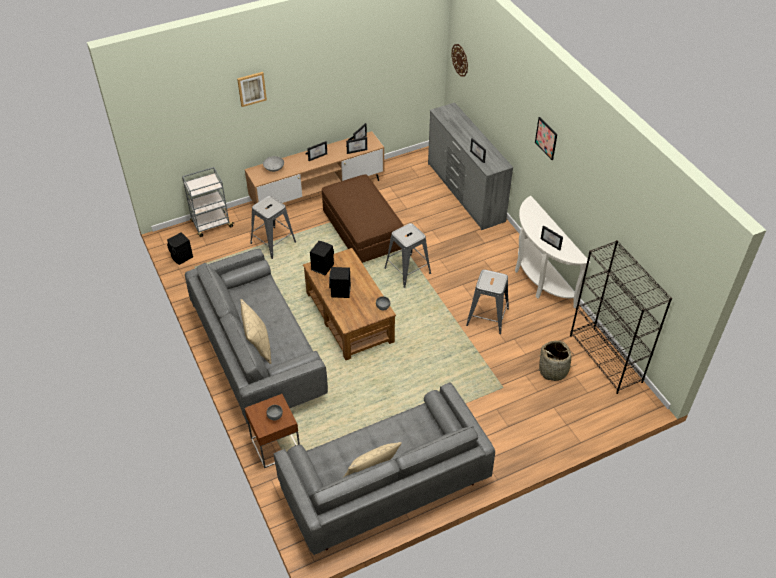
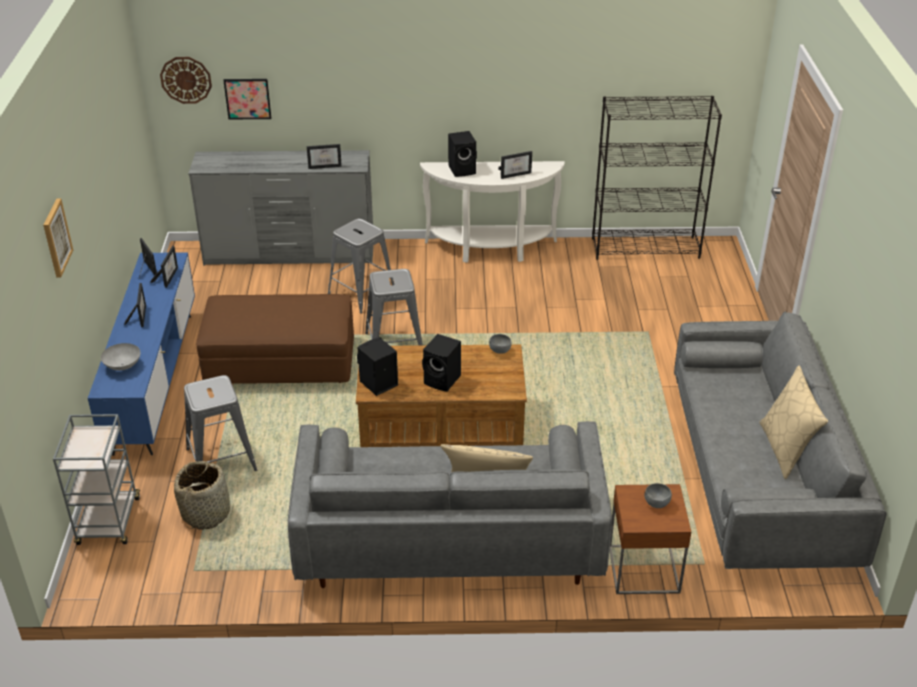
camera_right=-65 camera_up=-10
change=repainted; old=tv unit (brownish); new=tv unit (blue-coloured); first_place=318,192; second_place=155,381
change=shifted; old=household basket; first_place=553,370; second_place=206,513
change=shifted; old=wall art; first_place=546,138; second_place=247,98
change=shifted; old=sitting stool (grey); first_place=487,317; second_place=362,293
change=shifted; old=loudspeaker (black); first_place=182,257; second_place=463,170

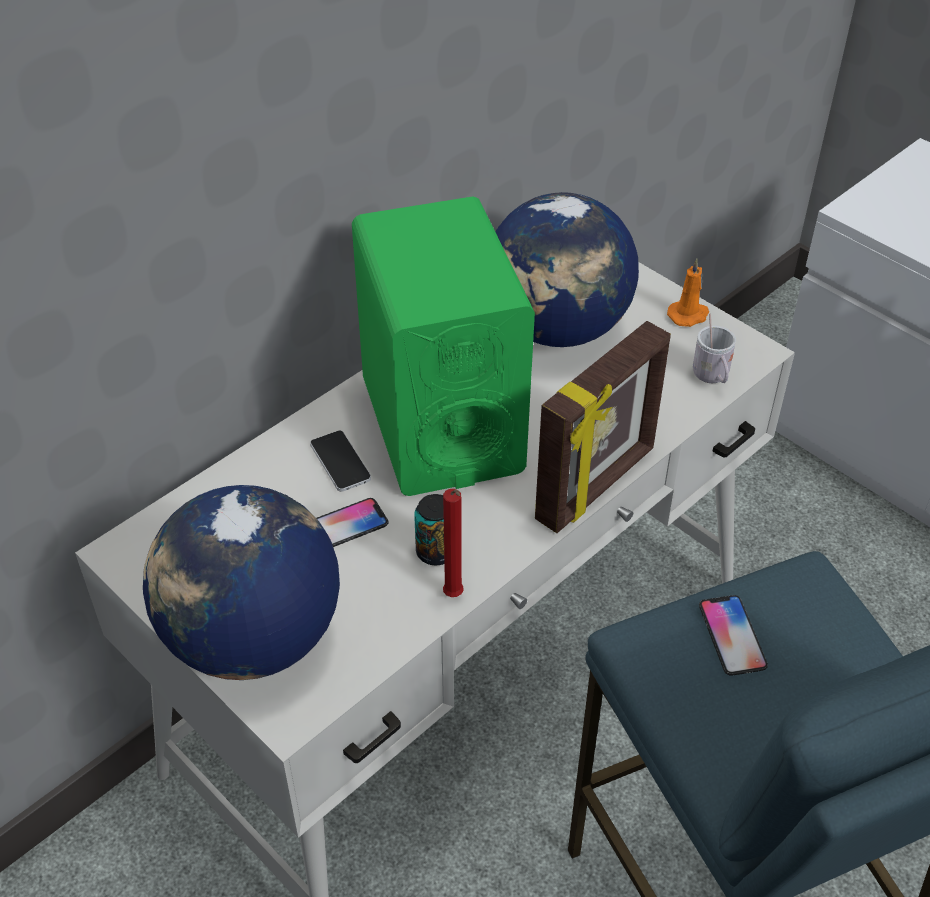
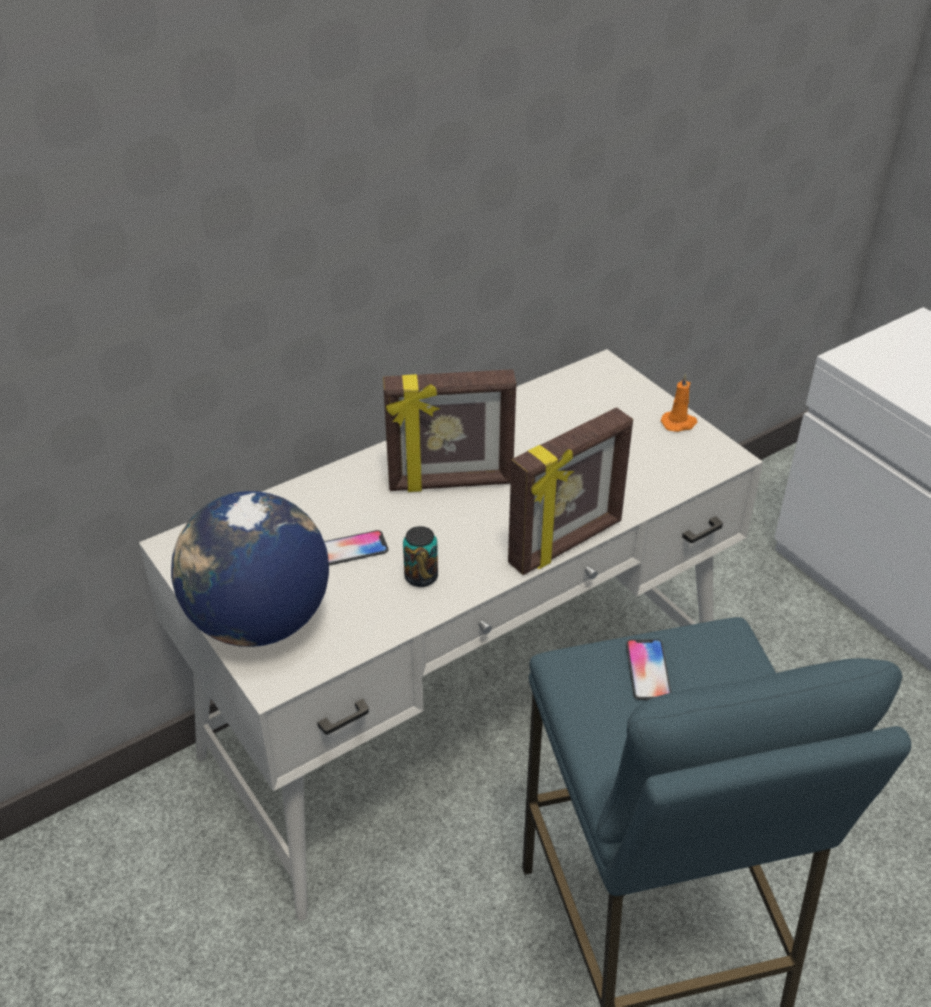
camera_right=10 camera_up=-5
change=swapped; old=loudspeaker (green); new=photo frame; first_place=441,425; second_place=450,483
change=gone; old=handset; first_place=340,462
change=gone; old=candle (red); first_place=454,597
change=gone; old=world globe; first_place=557,329
change=gone; old=mug (whitish); first_place=712,378

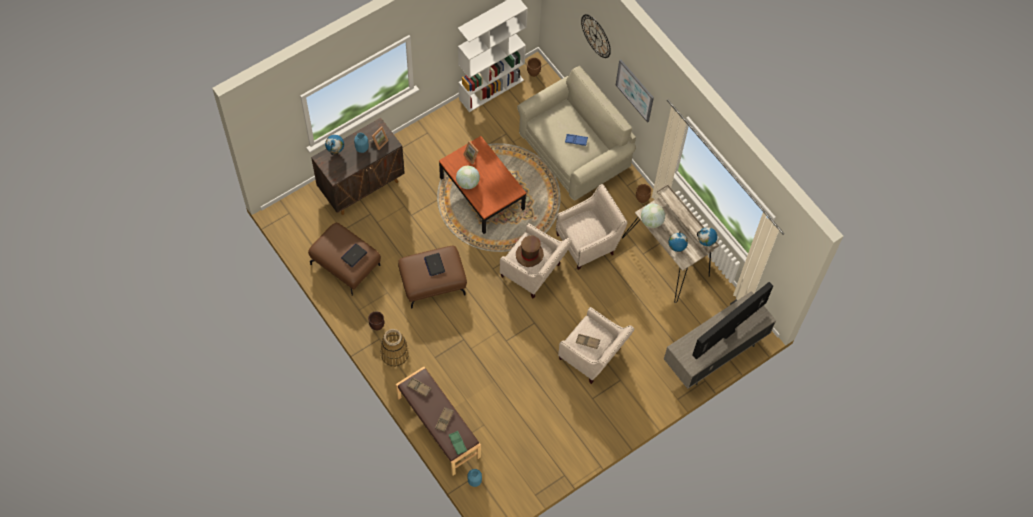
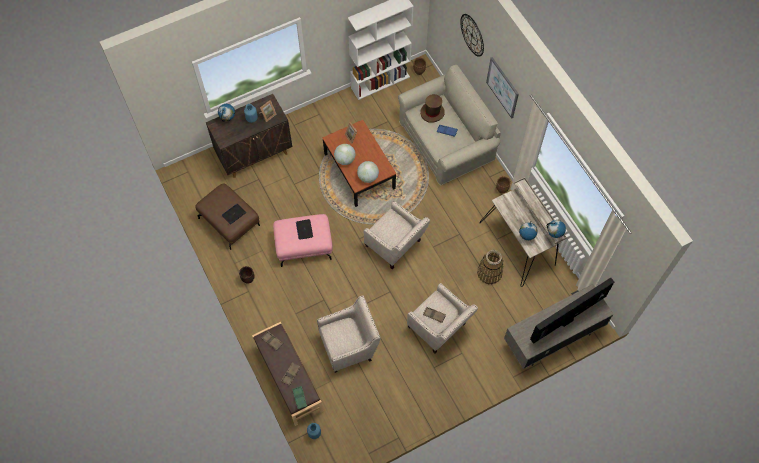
camera_right=10 camera_up=0
change=repainted; old=footrest (brownish); new=footrest (pinkish); first_place=433,282; second_place=304,245
change=shifted; old=lounge chair (beige); first_place=588,242; second_place=350,346
change=shifted; old=world globe; first_place=651,221; second_place=368,177
change=shifted; old=clothing hat (brownish); first_place=529,254; second_place=432,112
change=shifted; old=household basket; first_place=394,354; second_place=489,273

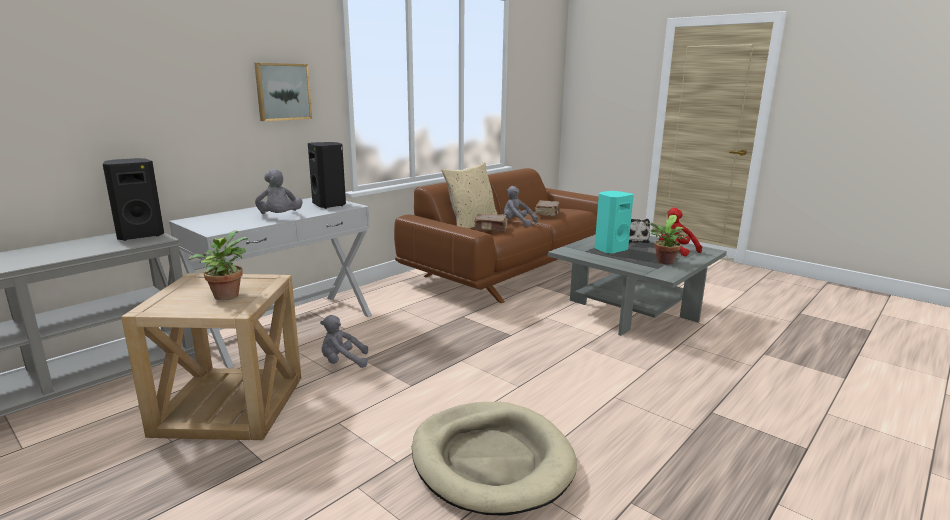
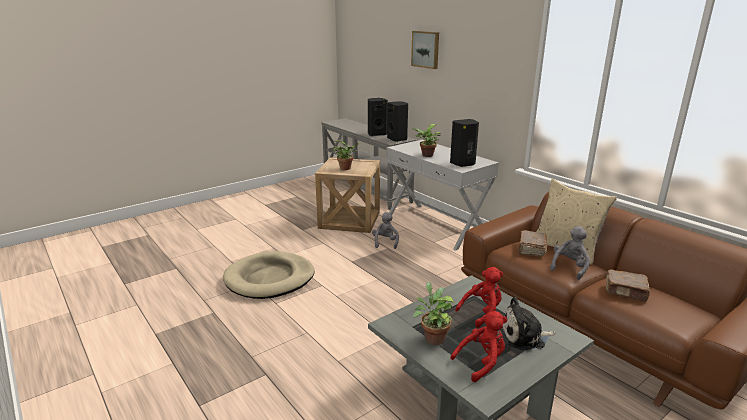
camera_right=100 camera_up=5
change=new; new=loudspeaker (black); second_place=376,134
change=shifted; old=wall art; first_place=282,92; second_place=426,49
change=swapped; old=plush toy (grey); new=plant in a pot; first_place=280,217; second_place=426,155
change=swapped; old=loudspeaker (turquoise-coloured); new=plush toy (red); first_place=609,249; second_place=482,312

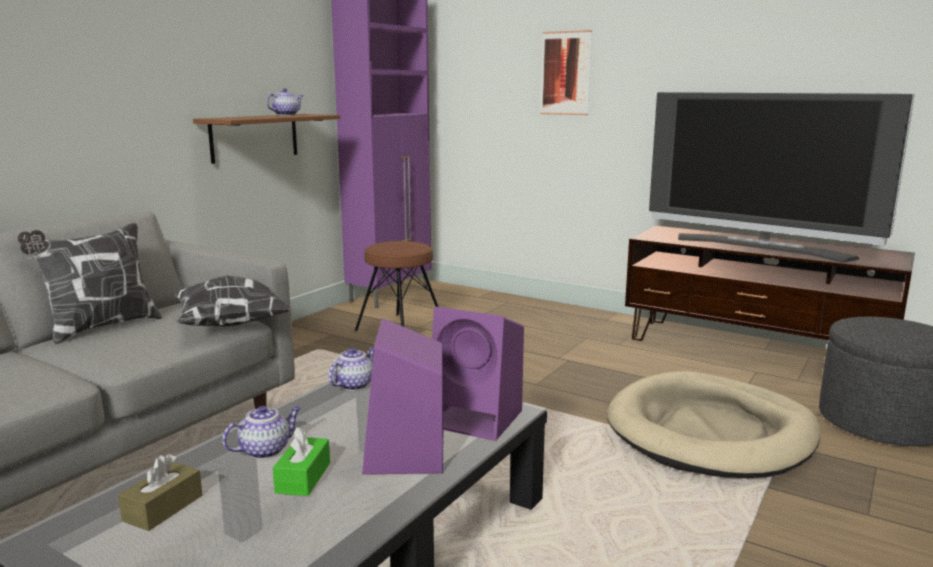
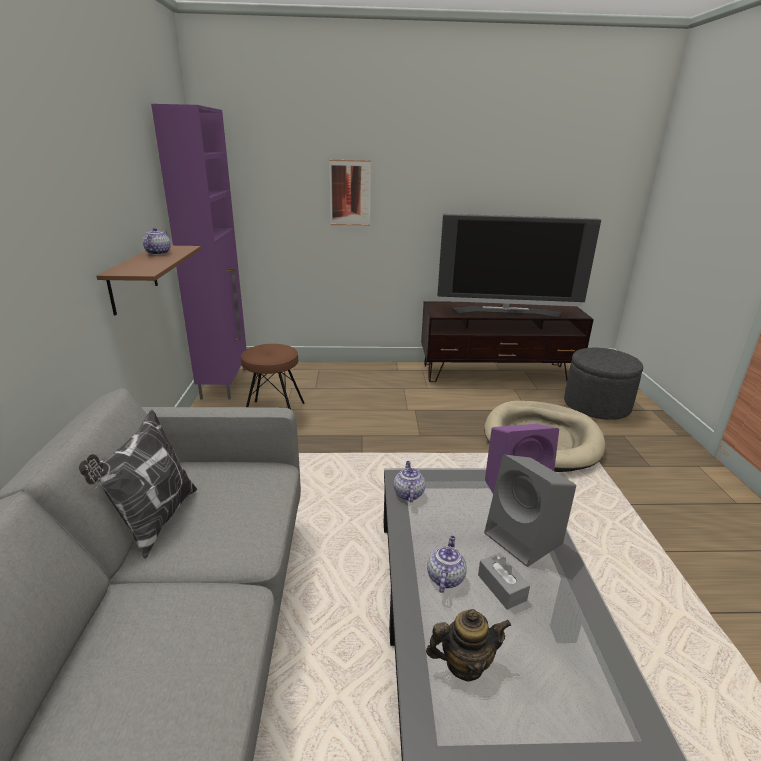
camera_right=-35 camera_up=10
change=swapped; old=tissue box (brownish); new=pot for tea; first_place=163,508; second_place=464,664
change=repainted; old=tissue box (green); new=tissue box (grey); first_place=303,477; second_place=501,587
change=repainted; old=loudspeaker (purple); new=loudspeaker (grey); first_place=405,455; second_place=525,539
change=gone; old=throw pillow; first_place=234,324

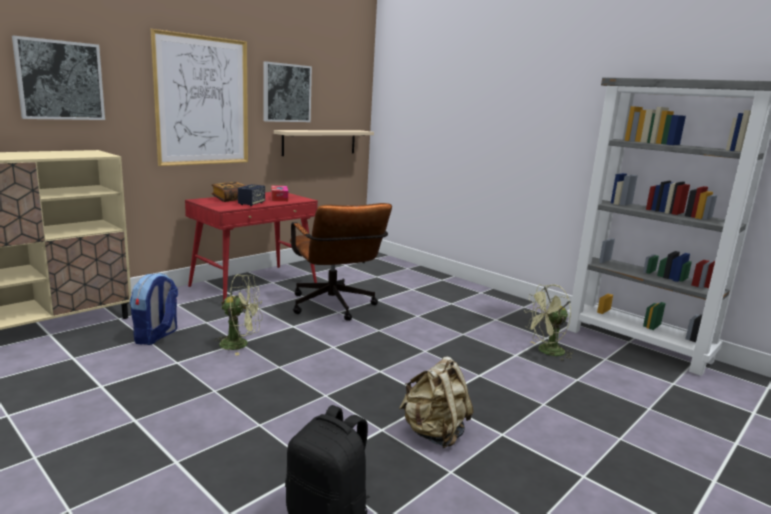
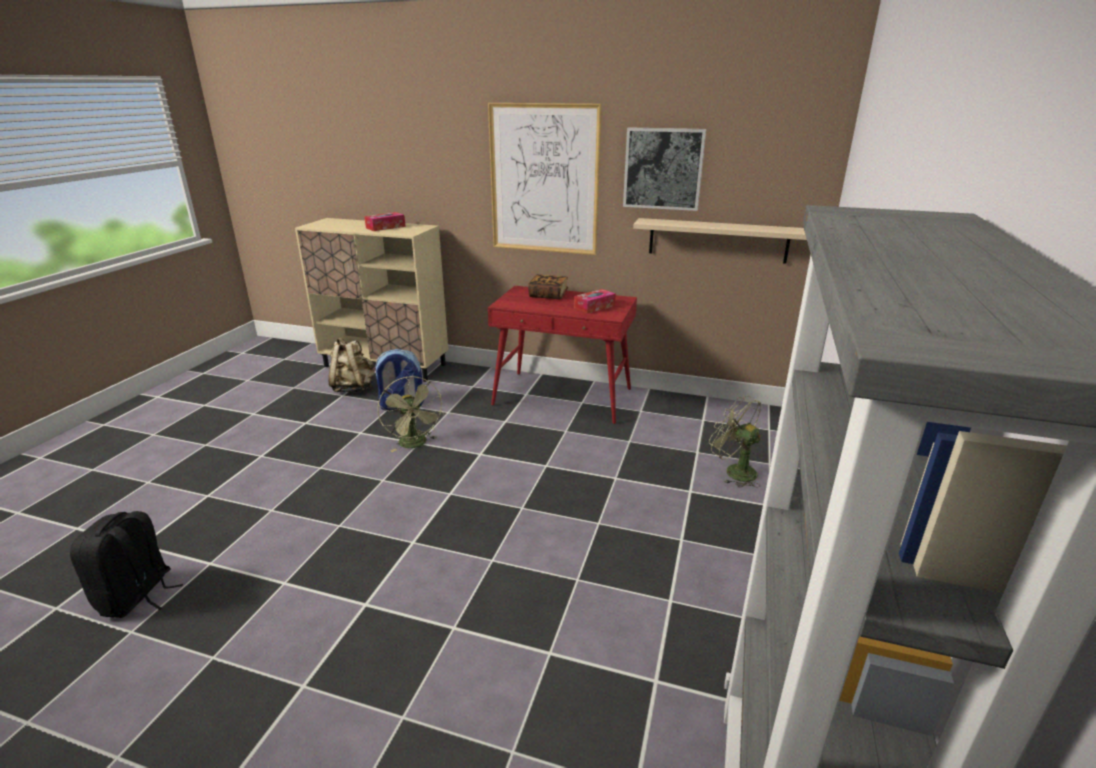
camera_right=65 camera_up=10
change=shifted; old=rucksack (beige); first_place=434,433; second_place=353,388
change=new; new=tissue box; second_place=385,227
change=shifted; old=electric fan (green); first_place=546,352; second_place=734,471
change=gone; old=wall art; first_place=60,80
change=gone; old=loudspeaker; first_place=251,204
change=gone; old=office chair (brownish); first_place=334,308

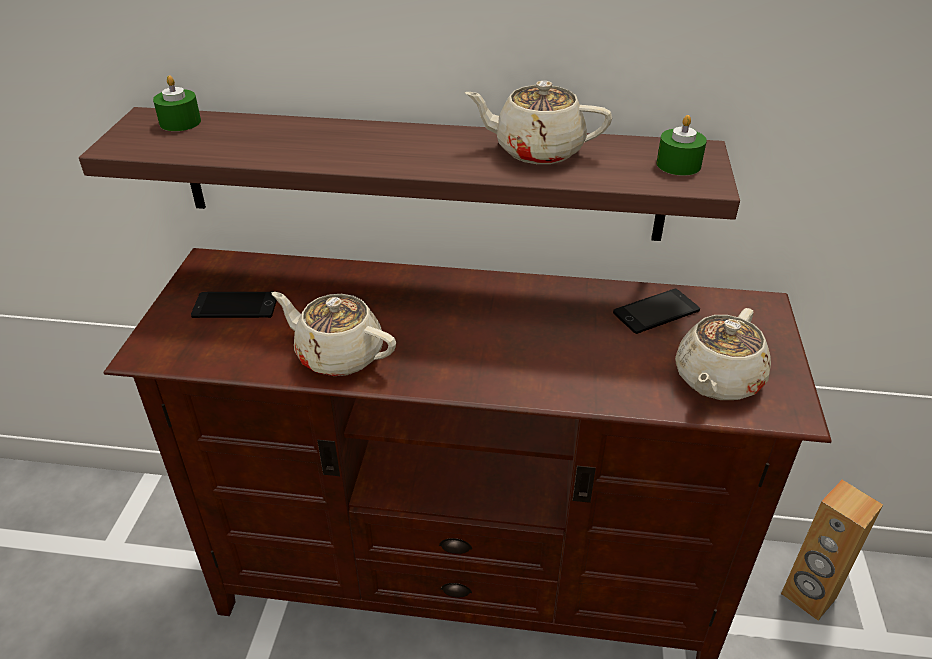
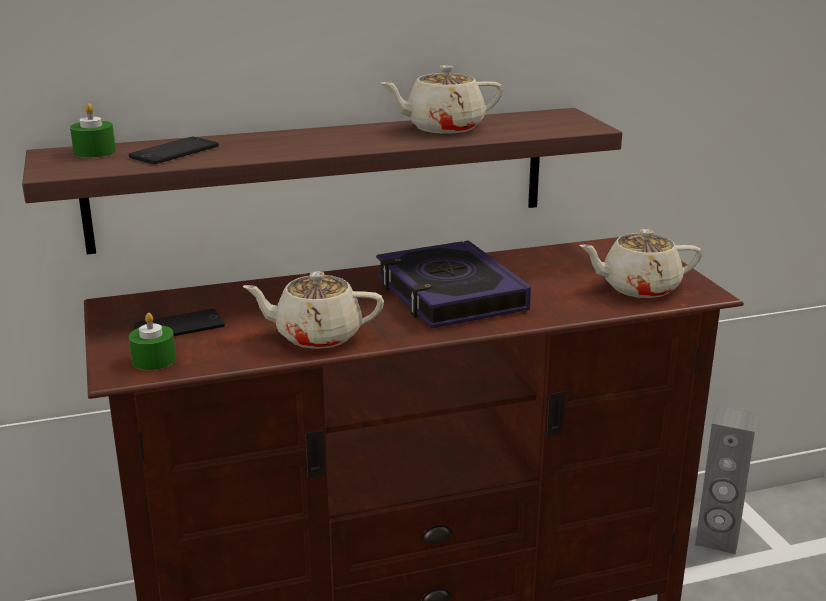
camera_right=-25 camera_up=-15
change=shifted; old=handset; first_place=656,312; second_place=174,152
change=shifted; old=candle (green); first_place=678,165; second_place=154,360
change=new; new=bound book; second_place=449,294
change=rotated; old=pot for tea (beige); first_place=716,380; second_place=638,288; degrees=75
change=repainted; old=loudspeaker (brownish); new=loudspeaker (grey); first_place=808,596; second_place=717,539

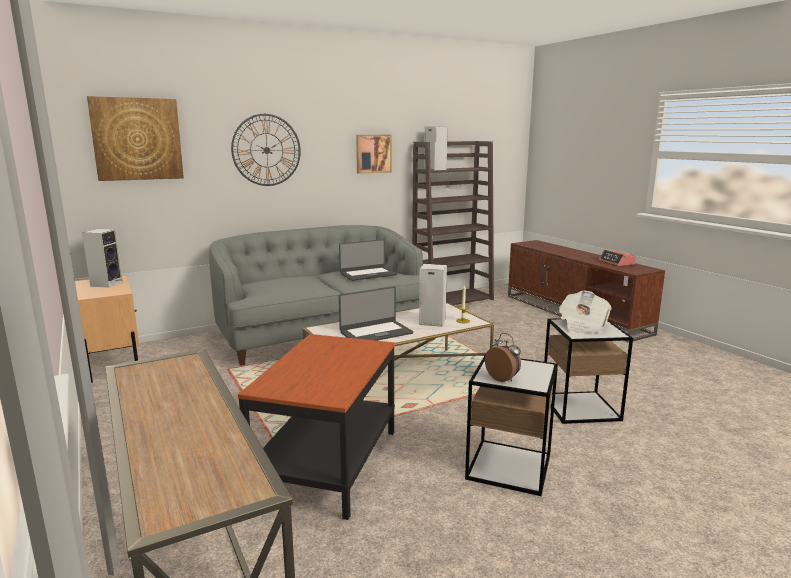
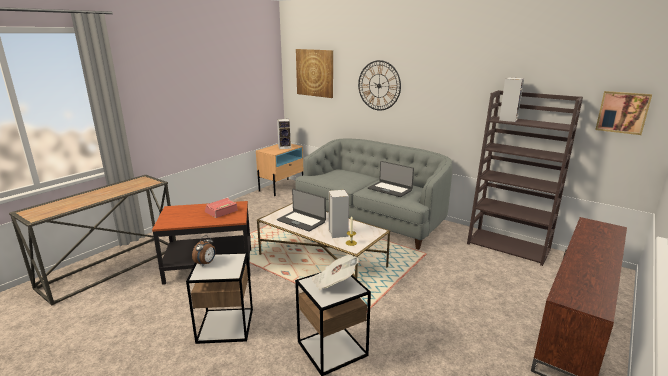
camera_right=65 camera_up=5
change=shifted; old=bedside clock; first_place=617,262; second_place=221,211
change=shifted; old=wall art; first_place=373,153; second_place=622,112

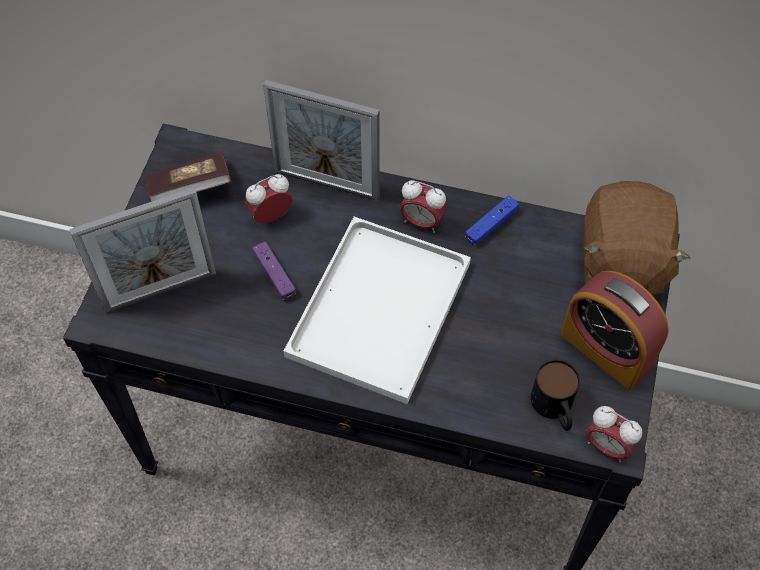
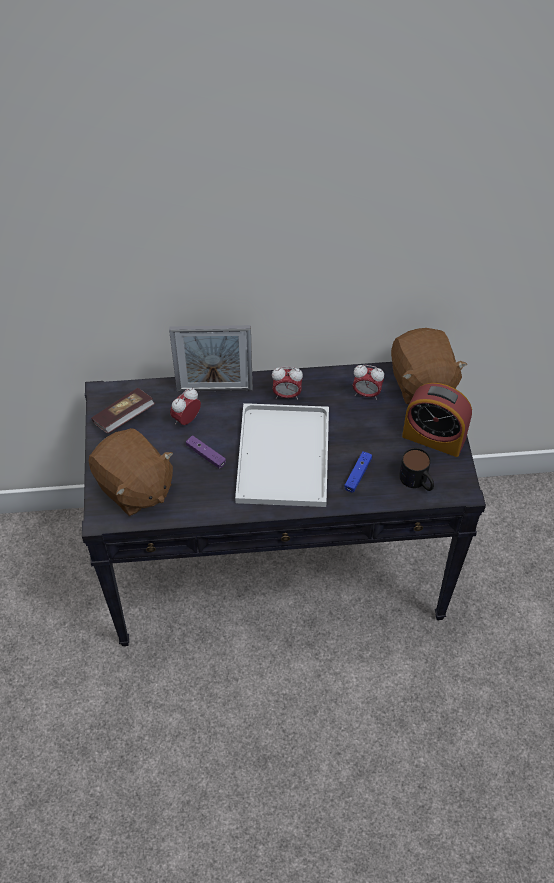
camera_right=-20 camera_up=-5
change=swapped; old=photo frame; new=plush toy (brownish); first_place=160,290; second_place=134,487
change=shifted; old=game controller (blue-coloured); first_place=491,225; second_place=358,474
change=shifted; old=bedside clock; first_place=607,446; second_place=366,393

